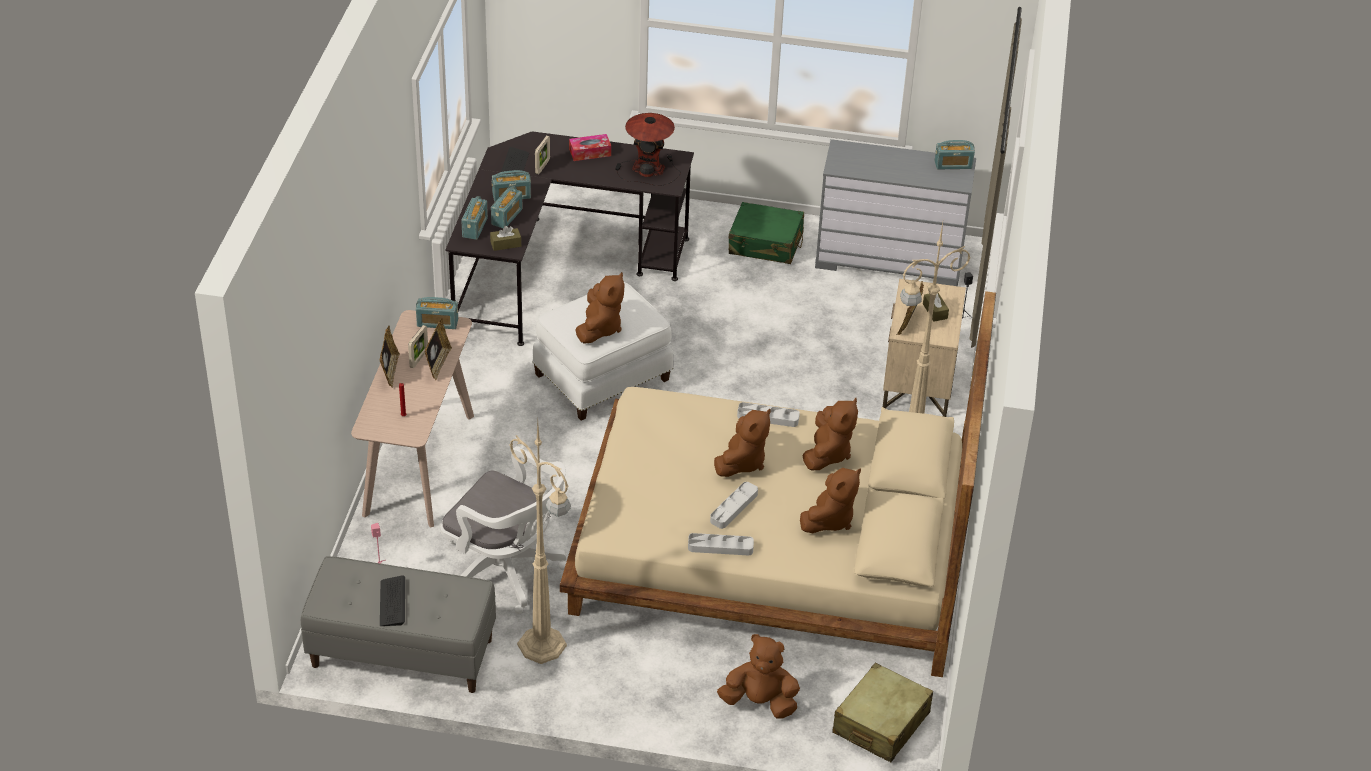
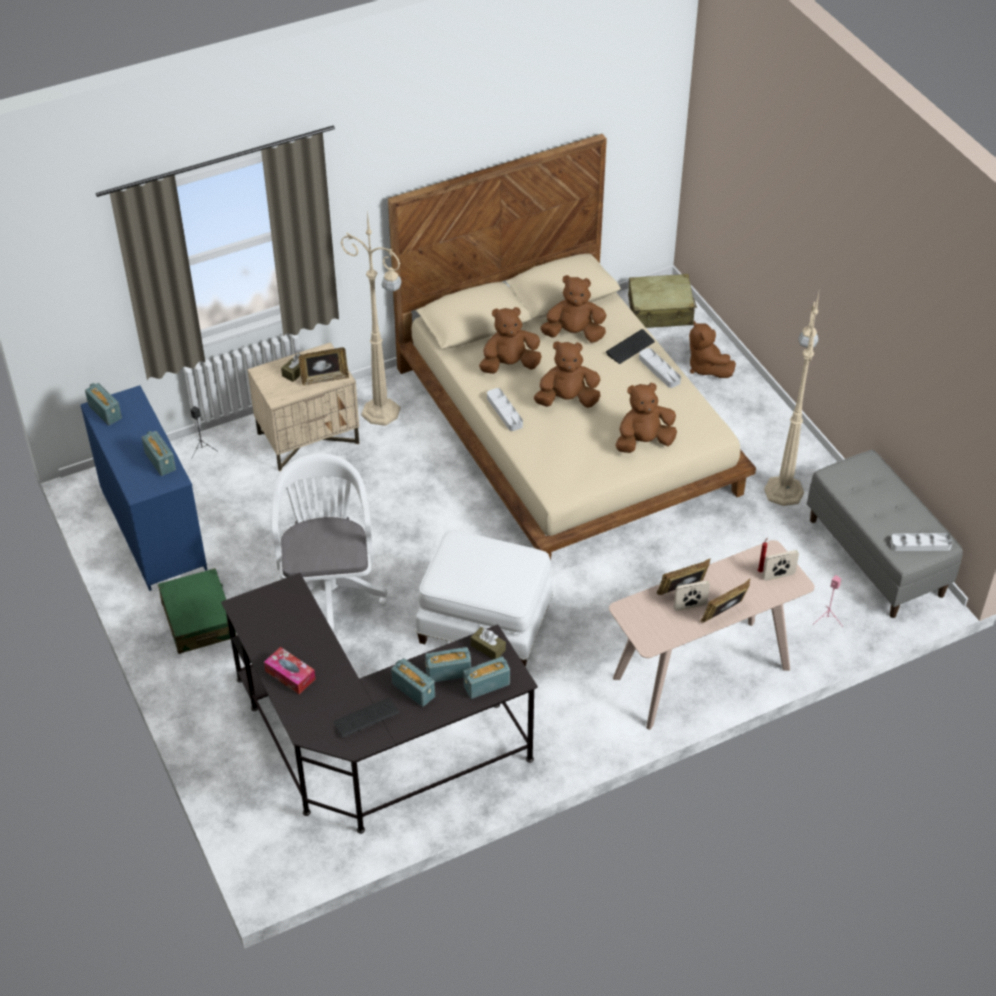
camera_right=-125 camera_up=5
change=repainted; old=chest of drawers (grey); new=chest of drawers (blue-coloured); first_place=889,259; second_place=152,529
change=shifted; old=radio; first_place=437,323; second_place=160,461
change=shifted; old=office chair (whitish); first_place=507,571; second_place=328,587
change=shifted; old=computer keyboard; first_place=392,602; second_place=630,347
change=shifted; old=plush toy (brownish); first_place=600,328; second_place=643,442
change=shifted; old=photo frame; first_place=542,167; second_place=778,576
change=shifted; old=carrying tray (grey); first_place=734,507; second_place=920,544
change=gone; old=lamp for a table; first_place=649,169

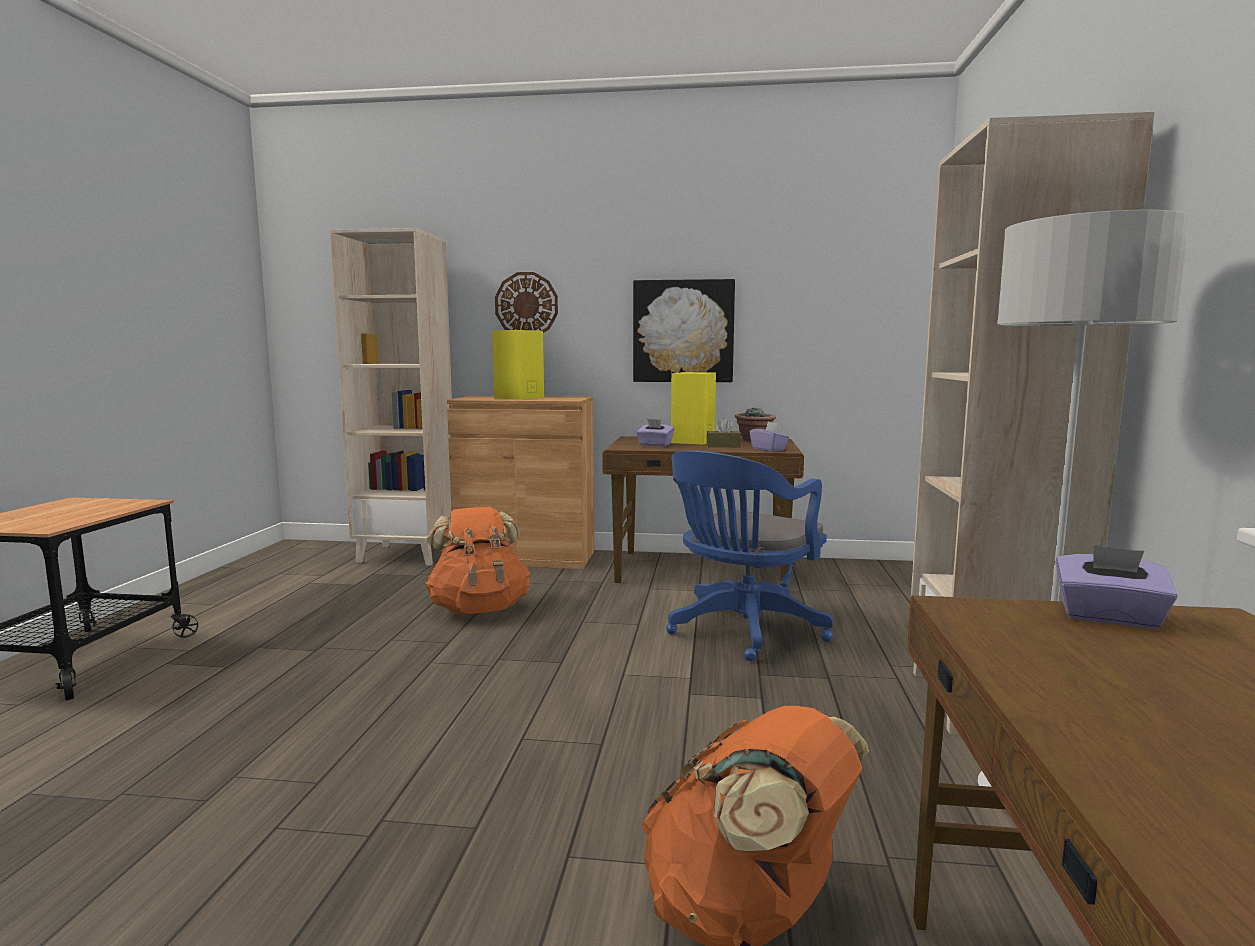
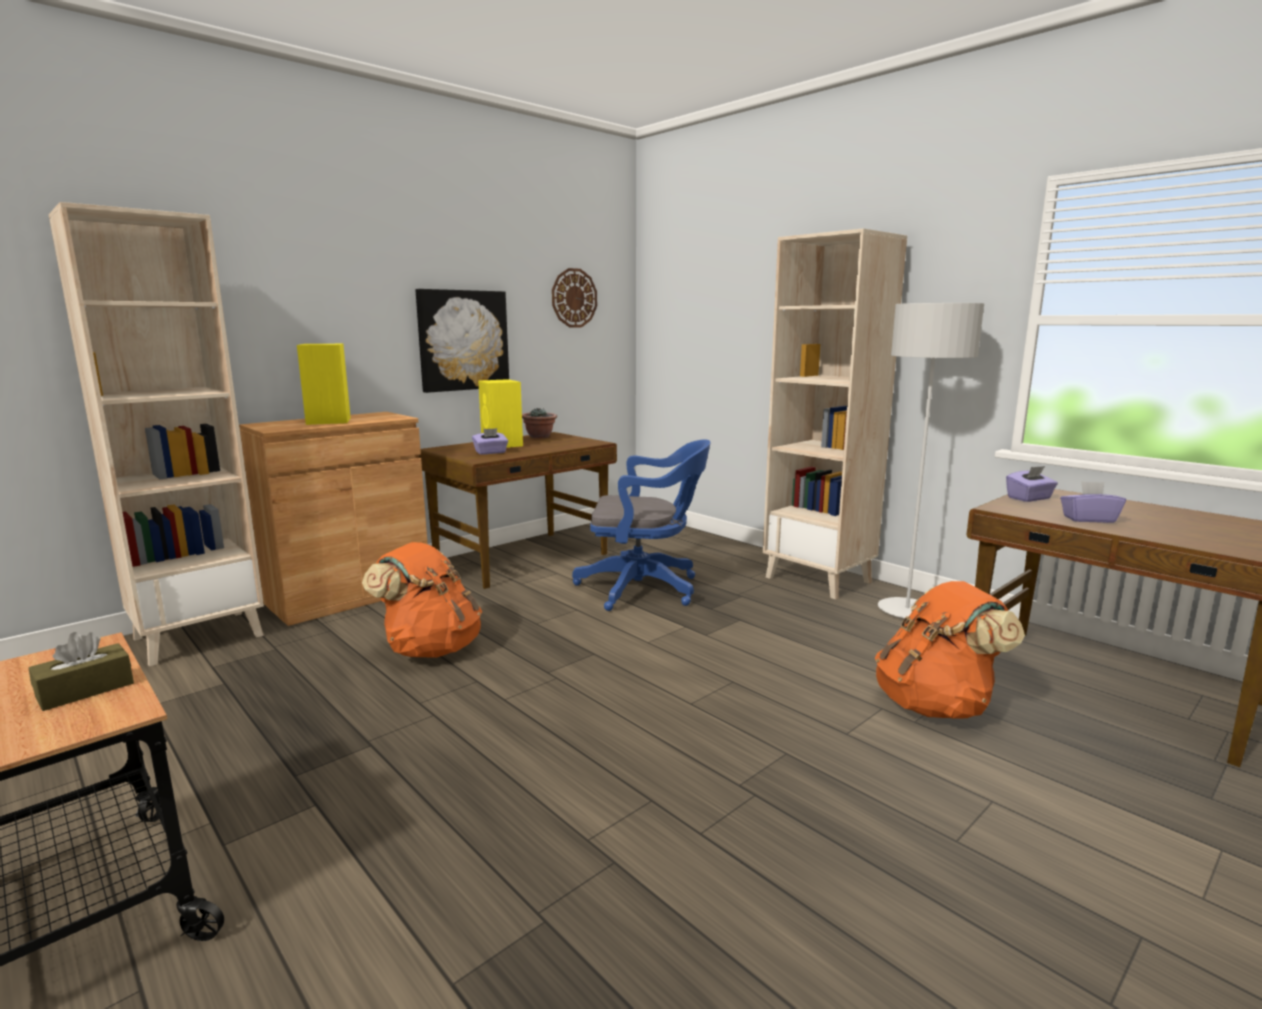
camera_right=-50 camera_up=5
change=shifted; old=tissue box (brownish); first_place=723,446; second_place=85,690
change=shifted; old=wall clock; first_place=526,305; second_place=574,298
change=rotated; old=office chair (blue-coloured); first_place=742,631; second_place=645,588; degrees=-75
change=shifted; old=tissue box (purple); first_place=769,449; second_place=1088,519

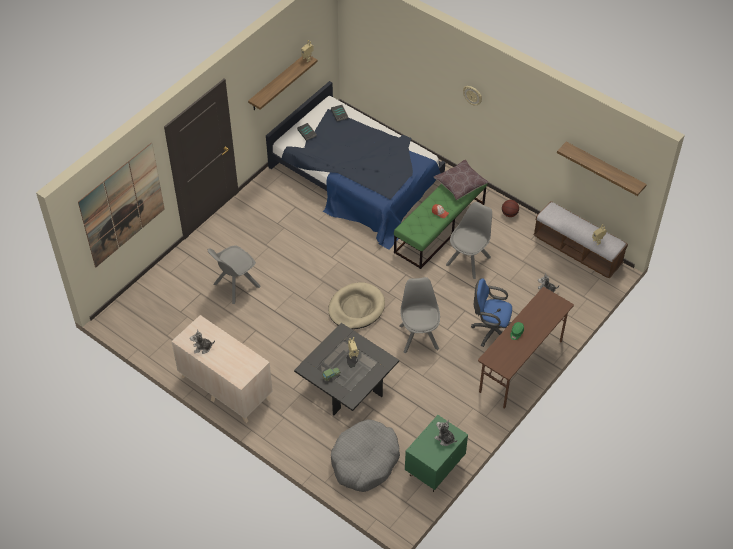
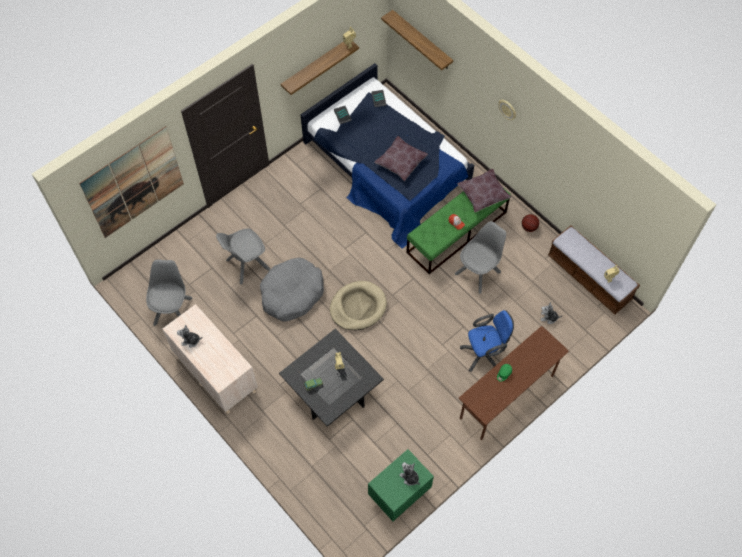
camera_right=10 camera_up=10
change=shifted; old=chair (grey); first_place=418,336; second_place=173,310
change=shifted; old=dog cushion (grey); first_place=365,461; second_place=292,293
change=new; new=throw pillow (brownish); second_place=401,162
change=shifted; old=shelf; first_place=604,169; second_place=422,40
change=rotated; old=office chair (blue-coloured); first_place=491,331; second_place=485,353; degrees=135

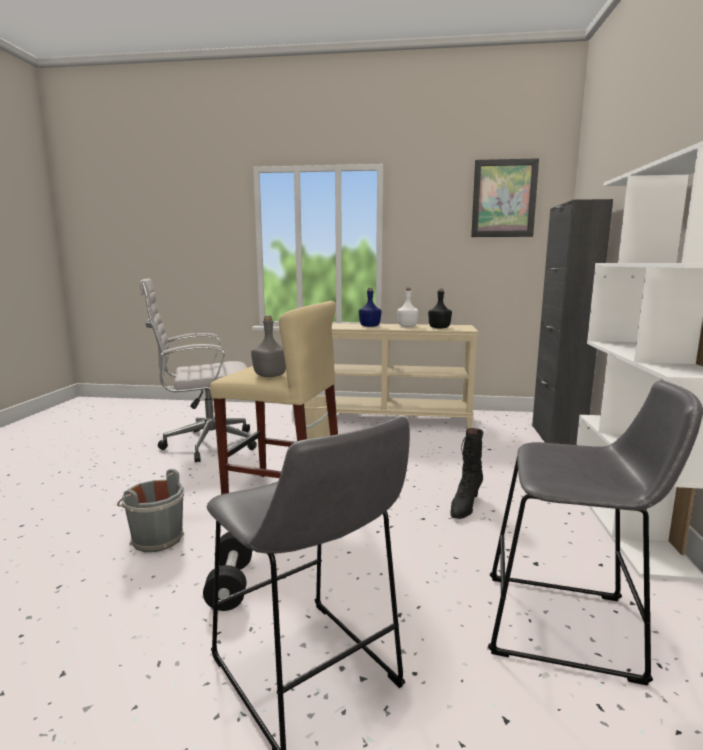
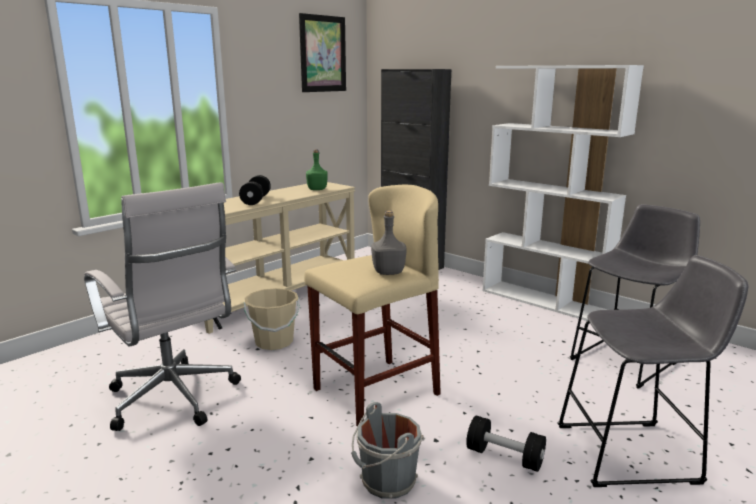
camera_right=-55 camera_up=5
change=rotated; old=office chair (whitish); first_place=205,444; second_place=175,400; degrees=-60
change=swapped; old=bottle (blue-coloured); new=dumbbell (black); first_place=370,326; second_place=256,200
change=repainted; old=bottle (black); new=bottle (green); first_place=439,328; second_place=316,189
change=gone; old=bottle (whitish); first_place=407,326
change=gone; old=tall boot (black); first_place=465,506

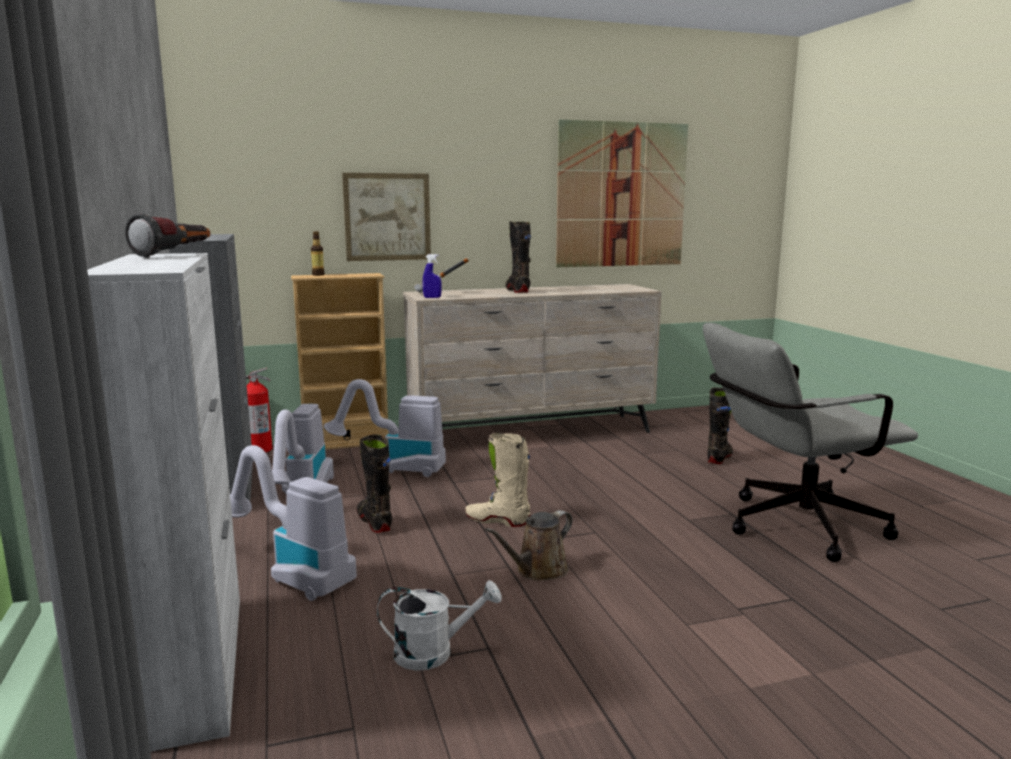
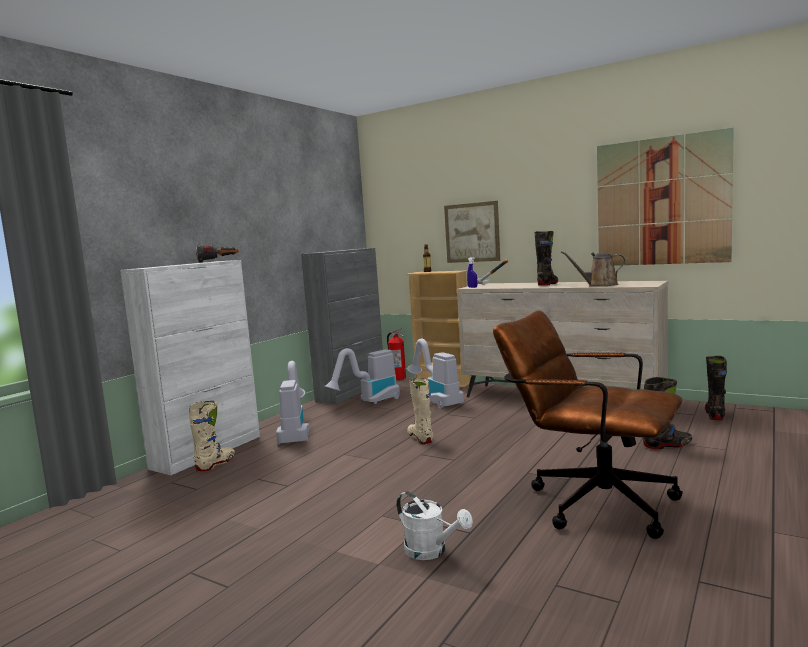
camera_right=50 camera_up=-5
change=new; new=tall boot (beige); second_place=216,464
change=shifted; old=watering can (whitish); first_place=434,653; second_place=431,551
change=repainted; old=office chair (grey); new=office chair (brownish); first_place=791,527; second_place=590,501
change=shifted; old=watering can (brownish); first_place=538,571; second_place=599,285
change=shifted; old=tall boot (black); first_place=374,522; second_place=715,415

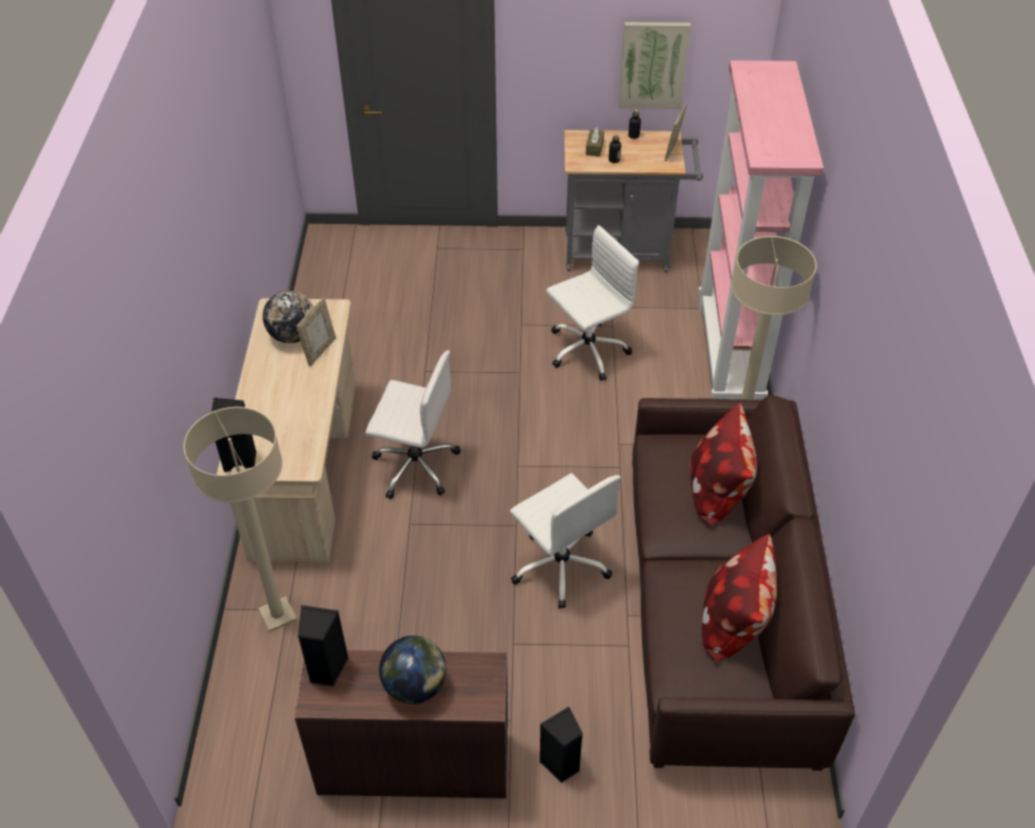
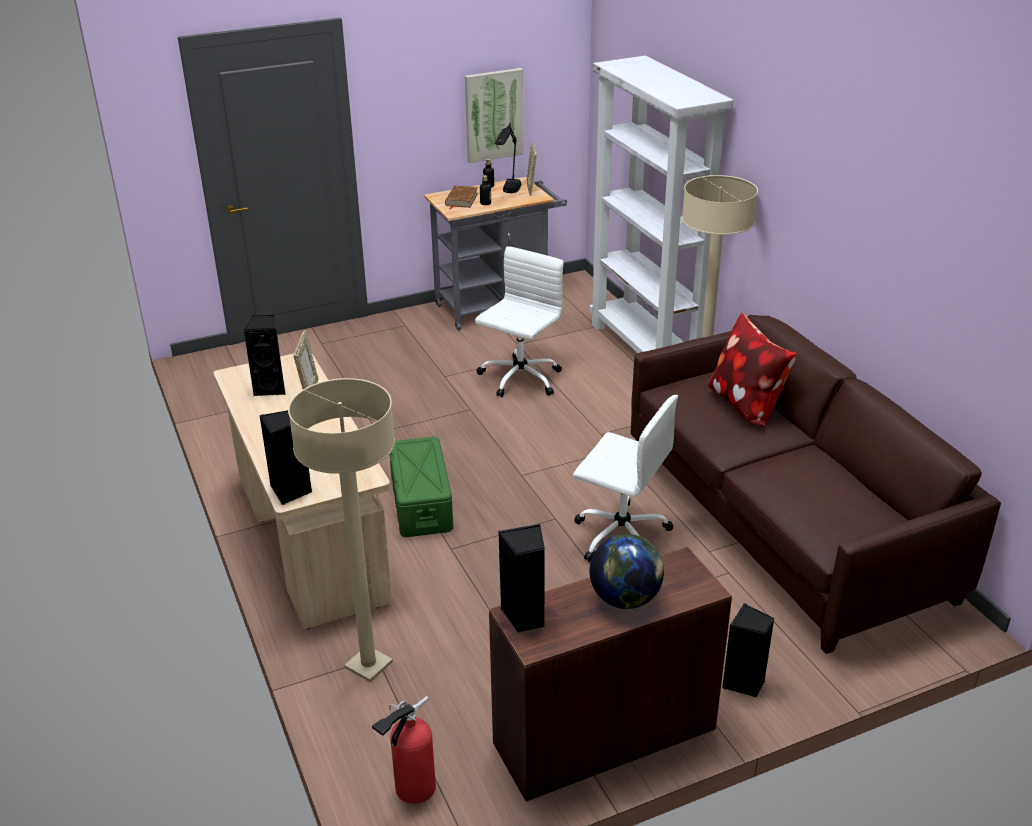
camera_right=-25 camera_up=-15
change=swapped; old=world globe; new=loudspeaker (black); first_place=293,335; second_place=271,388
change=new; new=fire extinguisher; second_place=411,790
change=swapped; old=office chair (whitish); new=storage box (green); first_place=414,465; second_place=421,503
change=swapped; old=tissue box (brownish); new=bound book (brownish); first_place=594,148; second_place=461,199
change=new; new=lamp for a table (black); second_place=508,194
change=repainted; old=bookshelf (pinkish); new=bookshelf (whitish); first_place=730,356; second_place=646,350
change=gone; old=throw pillow; first_place=733,622

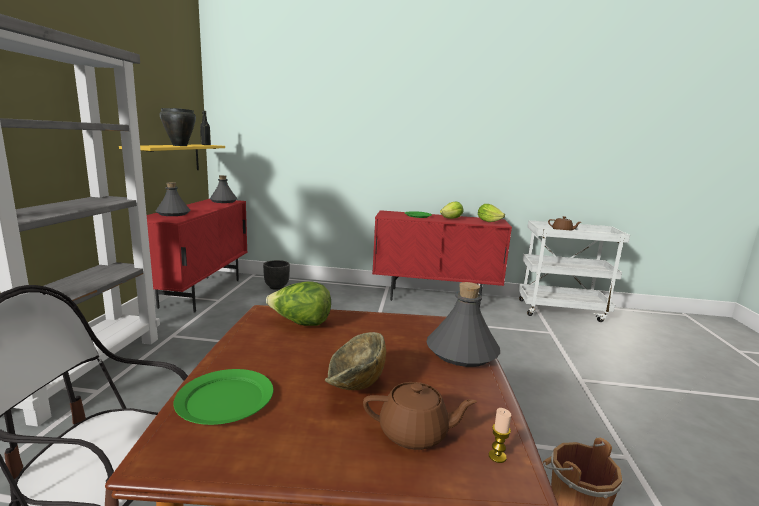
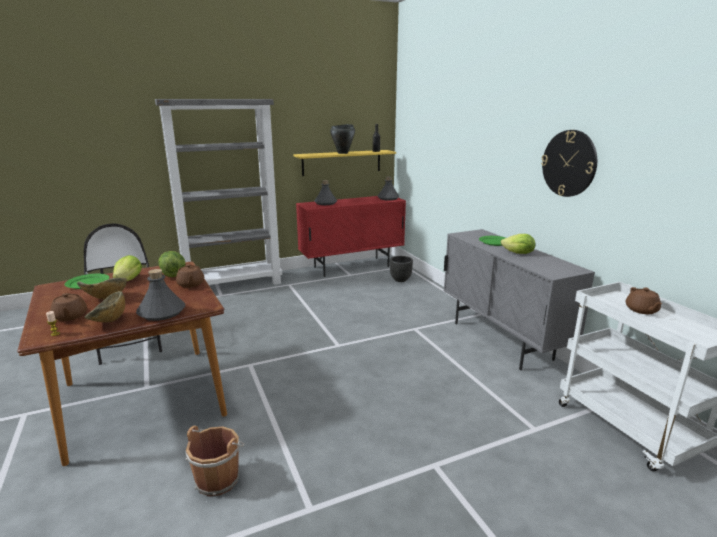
camera_right=60 camera_up=5
change=new; new=bowl; second_place=108,322
change=shifted; old=lettuce; first_place=488,221; second_place=129,280
change=new; new=pot for tea (brownish); second_place=190,284
change=repainted; old=cupboard (red); new=cupboard (grey); first_place=434,298; second_place=501,341
change=new; new=wall clock; second_place=569,163

